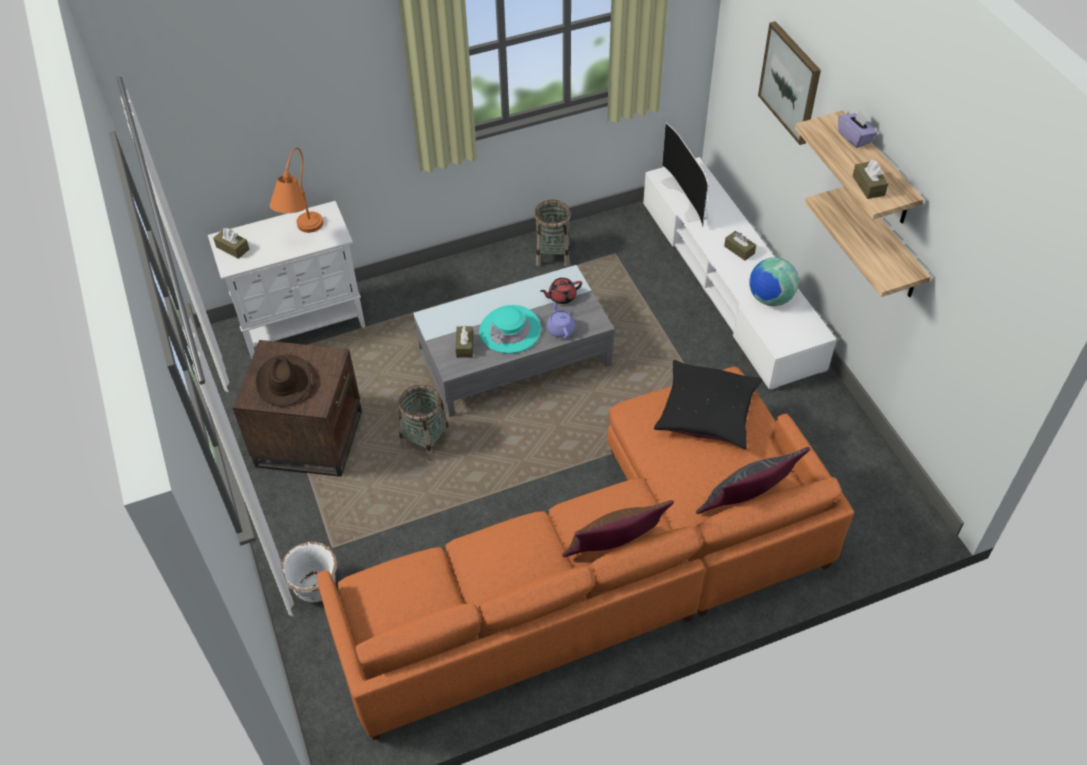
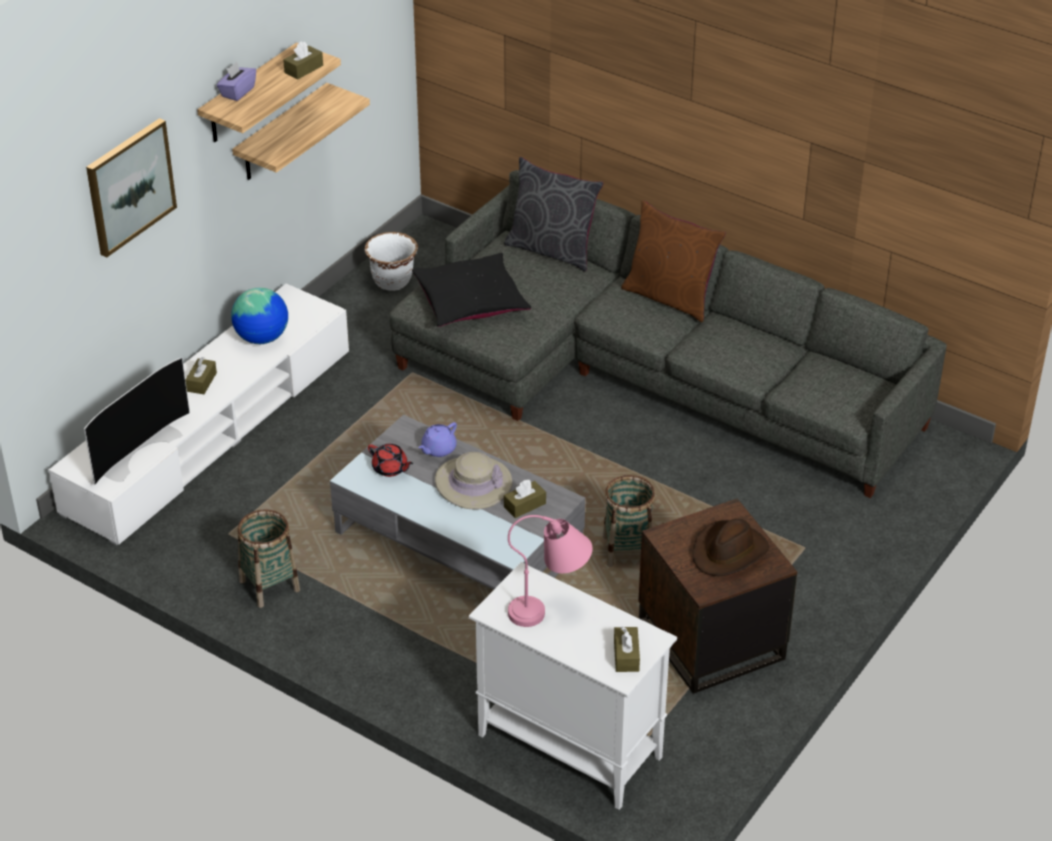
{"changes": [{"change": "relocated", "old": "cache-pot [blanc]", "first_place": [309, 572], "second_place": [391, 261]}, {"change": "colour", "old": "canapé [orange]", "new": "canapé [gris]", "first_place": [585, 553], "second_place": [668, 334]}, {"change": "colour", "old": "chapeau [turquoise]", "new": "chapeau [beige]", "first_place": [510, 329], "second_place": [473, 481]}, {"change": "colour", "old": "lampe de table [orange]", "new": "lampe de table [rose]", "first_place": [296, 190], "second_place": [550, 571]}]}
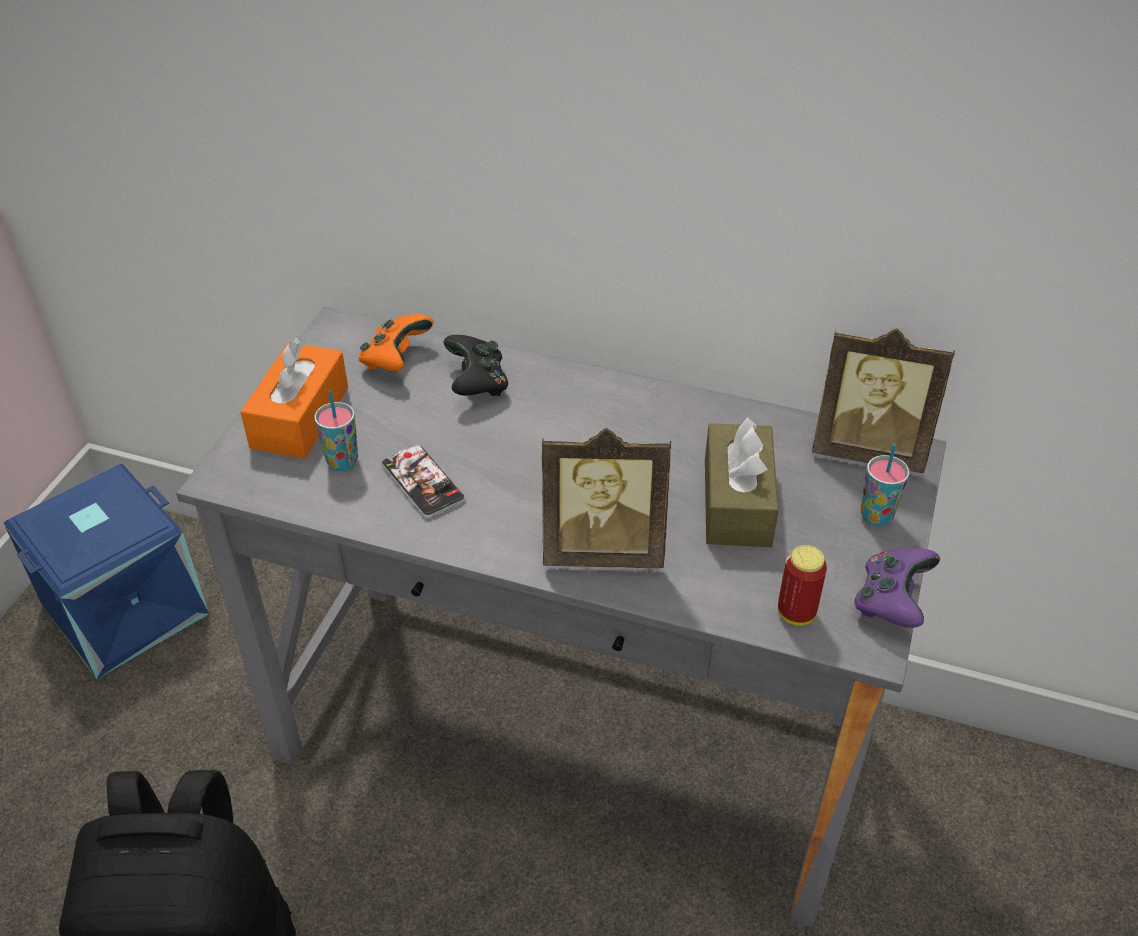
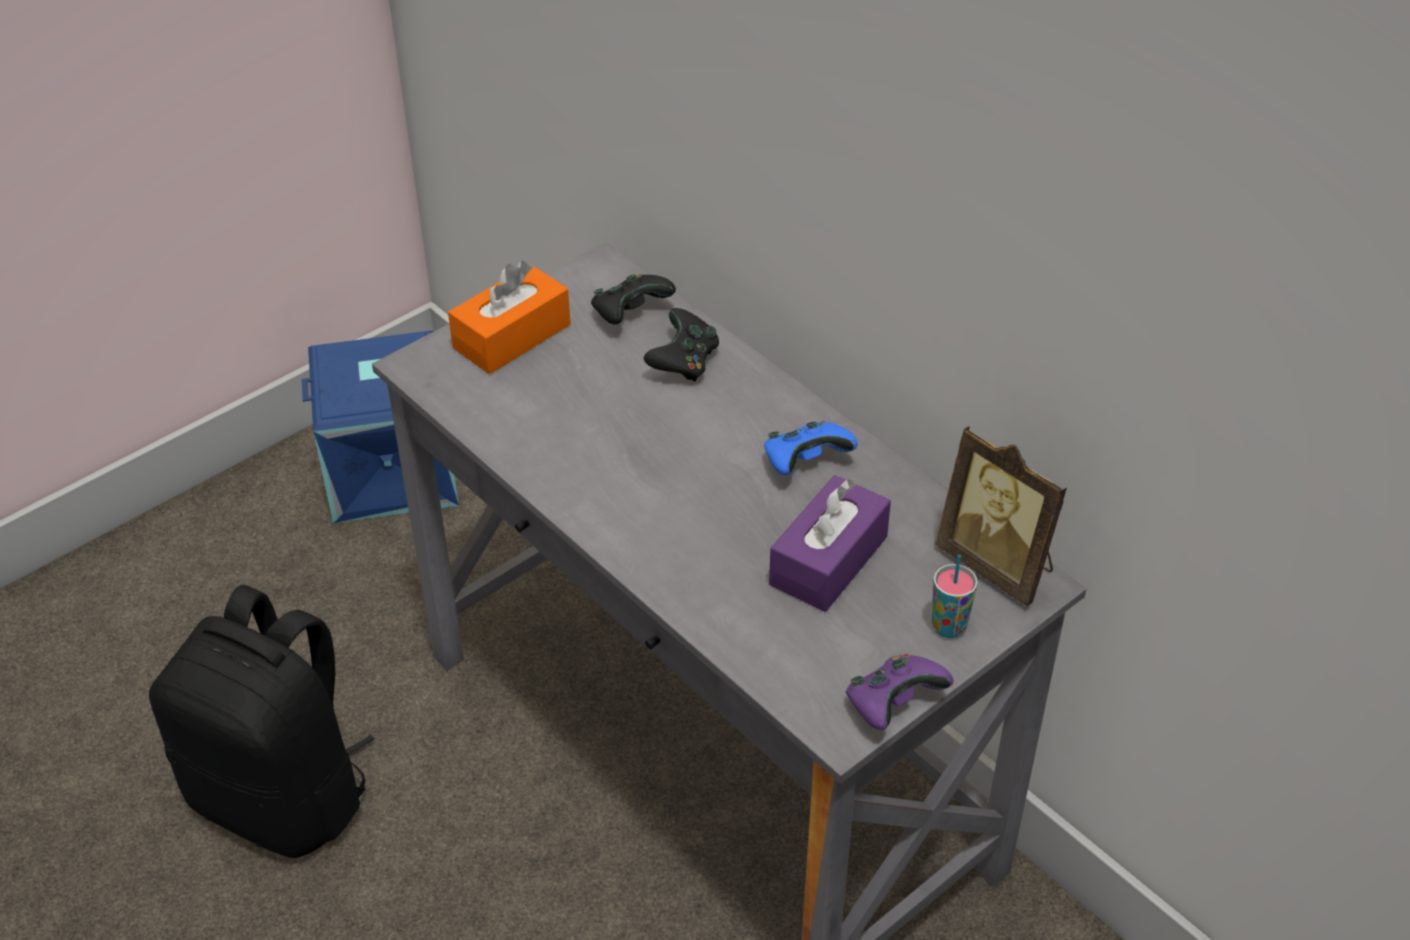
{"changes": [{"change": "colour", "old": "manette [orange]", "new": "manette [noir]", "first_place": [396, 342], "second_place": [633, 299]}, {"change": "appeared", "new": "manette [bleu]", "second_place": [811, 448]}, {"change": "colour", "old": "boîte à mouchoirs [marron]", "new": "boîte à mouchoirs [violet]", "first_place": [742, 482], "second_place": [830, 543]}, {"change": "missing", "old": "tasse", "first_place": [336, 430]}, {"change": "missing", "old": "téléphone", "first_place": [423, 481]}, {"change": "missing", "old": "cadre photo", "first_place": [606, 498]}, {"change": "missing", "old": "boîte métallique", "first_place": [802, 585]}]}
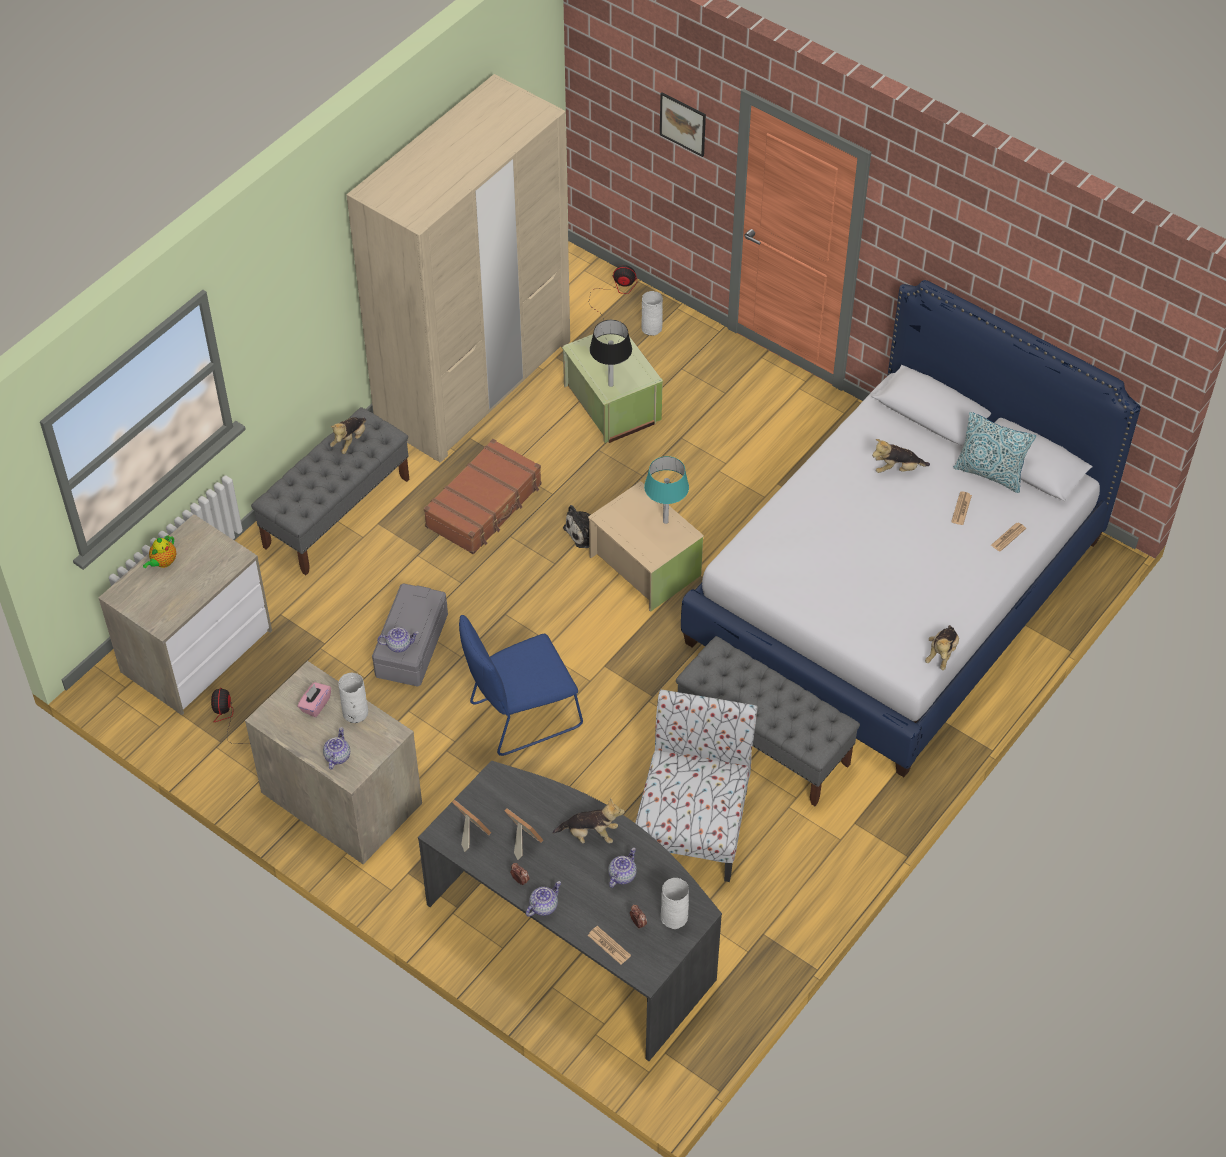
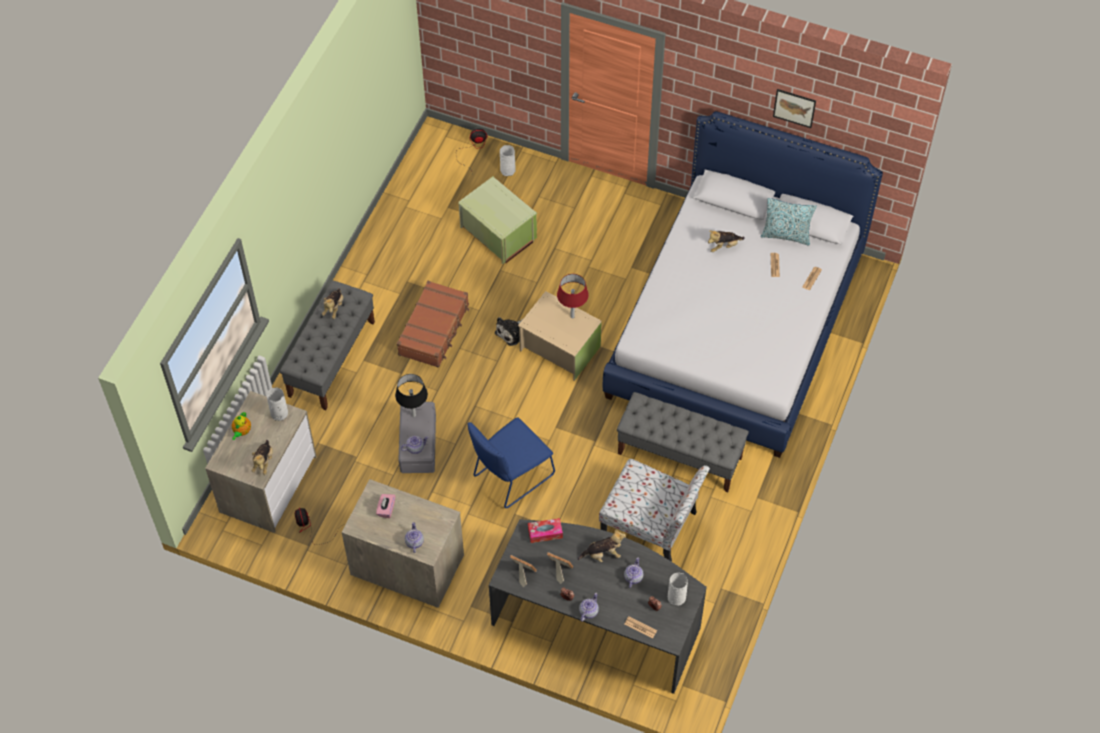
{"changes": [{"change": "relocated", "old": "peluche", "first_place": [942, 647], "second_place": [262, 457]}, {"change": "relocated", "old": "vase [blanc]", "first_place": [353, 698], "second_place": [277, 404]}, {"change": "relocated", "old": "lampe de table [noir]", "first_place": [611, 353], "second_place": [411, 395]}, {"change": "appeared", "new": "boîte à mouchoirs", "second_place": [545, 530]}, {"change": "colour", "old": "lampe de table [turquoise]", "new": "lampe de table [rouge]", "first_place": [666, 490], "second_place": [573, 296]}, {"change": "spun", "old": "chaise", "first_place": [696, 785], "second_place": [654, 510], "degrees": 120}, {"change": "relocated", "old": "tableau", "first_place": [683, 124], "second_place": [794, 108]}, {"change": "missing", "old": "armoire [beige]", "first_place": [458, 268]}]}
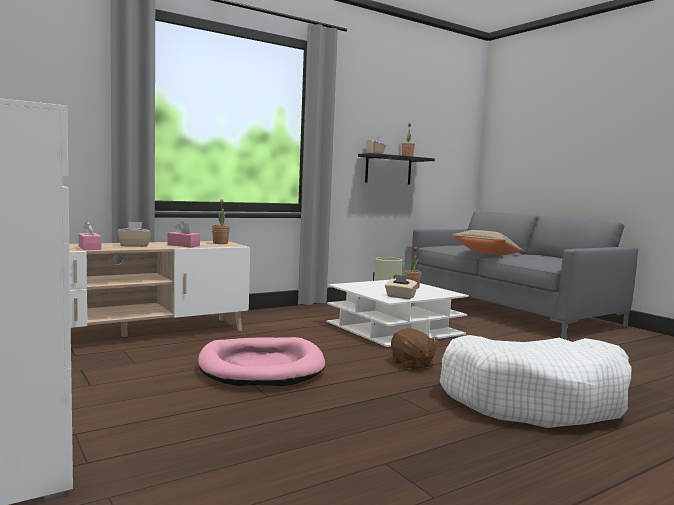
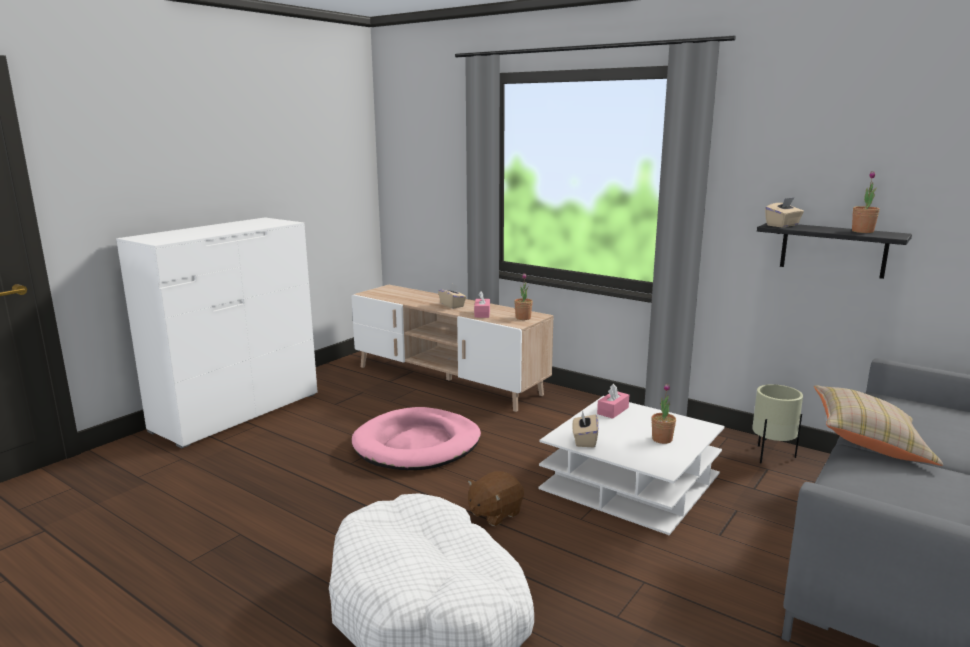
{"changes": [{"change": "relocated", "old": "boîte à mouchoirs [rose]", "first_place": [90, 235], "second_place": [613, 401]}]}
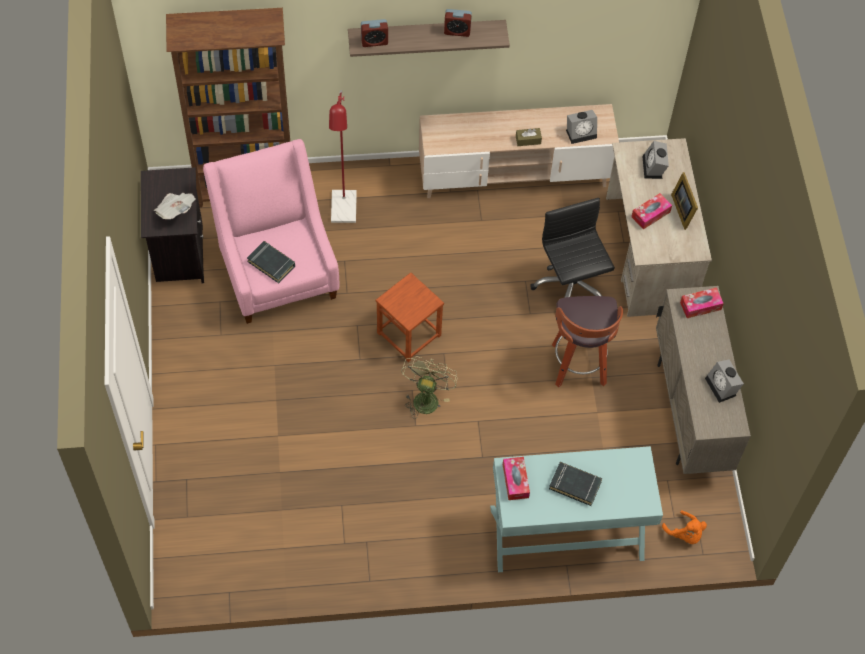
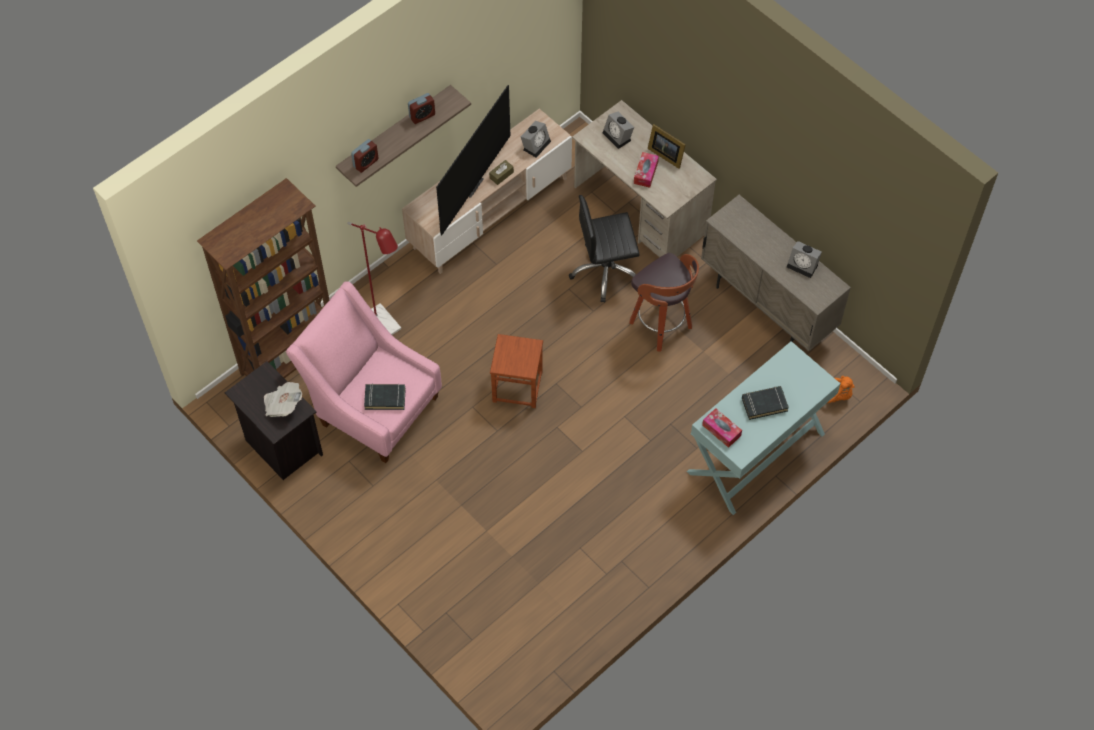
{"changes": [{"change": "appeared", "new": "téléviseur", "second_place": [473, 160]}, {"change": "spun", "old": "chaise de bureau [noir]", "first_place": [572, 248], "second_place": [604, 248], "degrees": -45}, {"change": "missing", "old": "ventilateur [vert]", "first_place": [429, 387]}, {"change": "missing", "old": "boîte à mouchoirs", "first_place": [702, 302]}]}
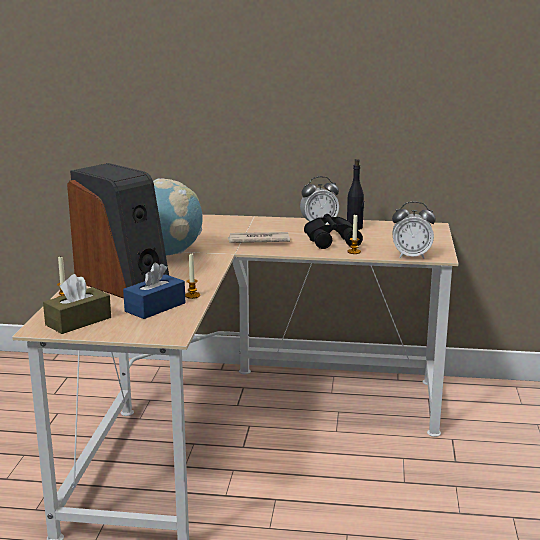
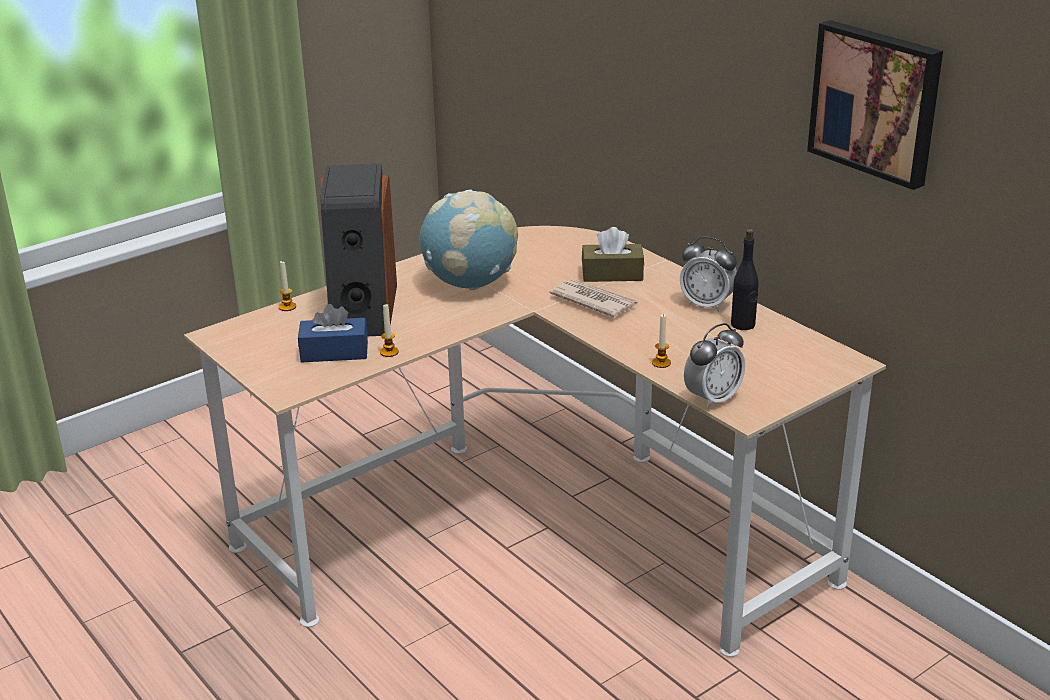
{"changes": [{"change": "relocated", "old": "boîte à mouchoirs [marron]", "first_place": [77, 304], "second_place": [613, 254]}, {"change": "spun", "old": "réveil", "first_place": [414, 230], "second_place": [714, 366], "degrees": -90}, {"change": "appeared", "new": "tableau", "second_place": [875, 105]}, {"change": "missing", "old": "jumelles [noir]", "first_place": [333, 231]}]}
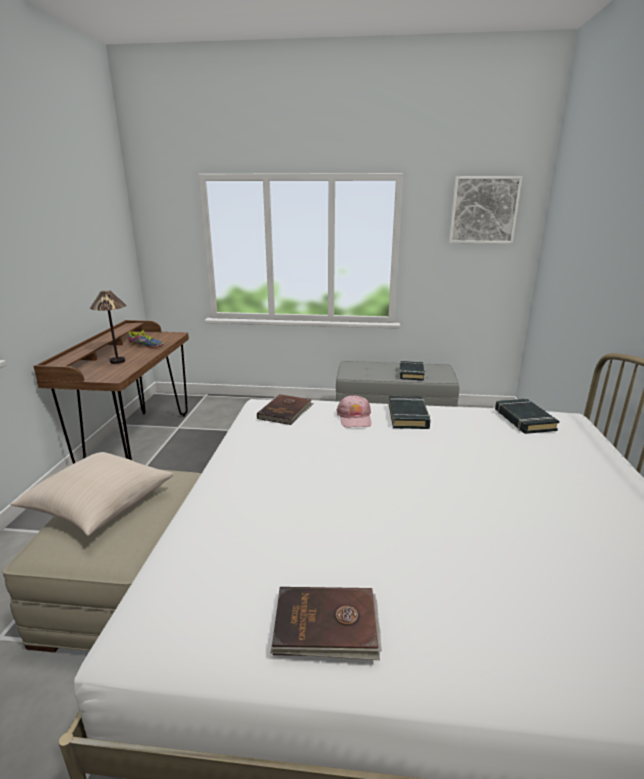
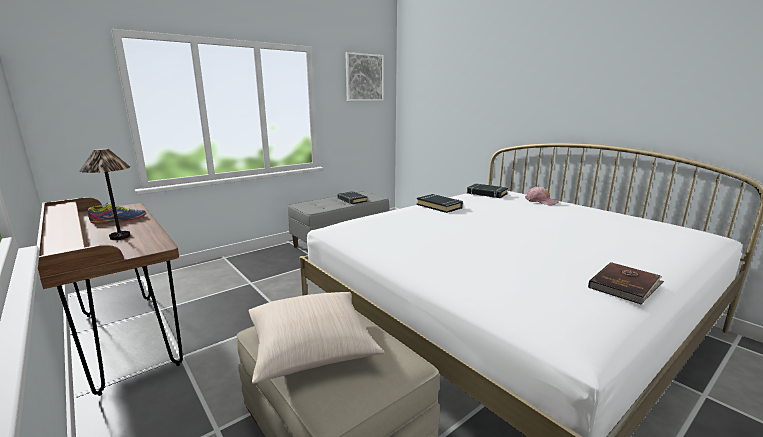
{"changes": [{"change": "relocated", "old": "casquette [rose]", "first_place": [354, 411], "second_place": [542, 195]}, {"change": "missing", "old": "livre [marron]", "first_place": [285, 409]}]}
